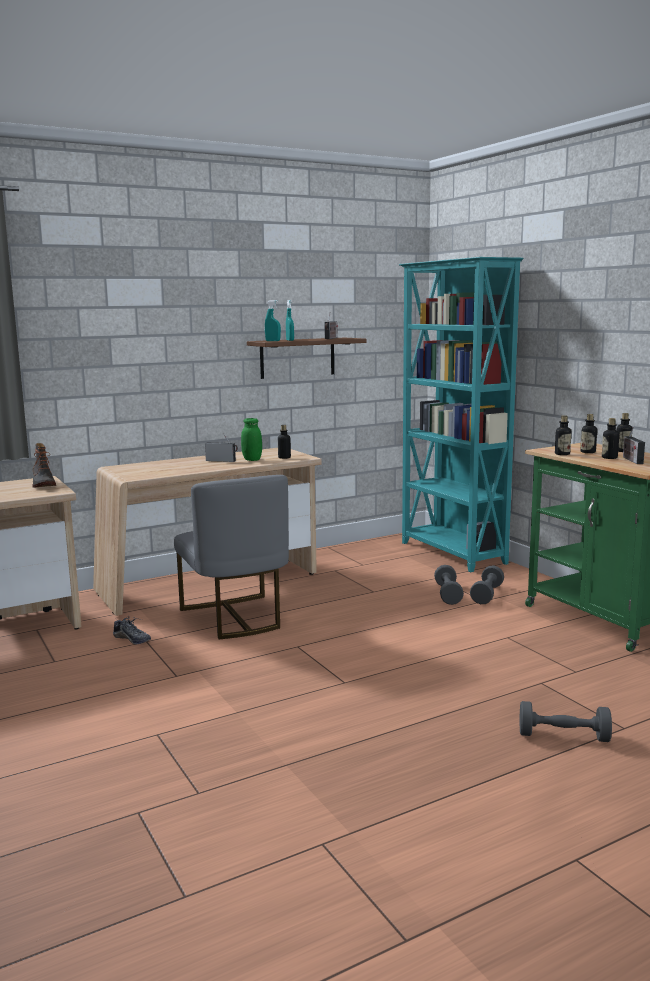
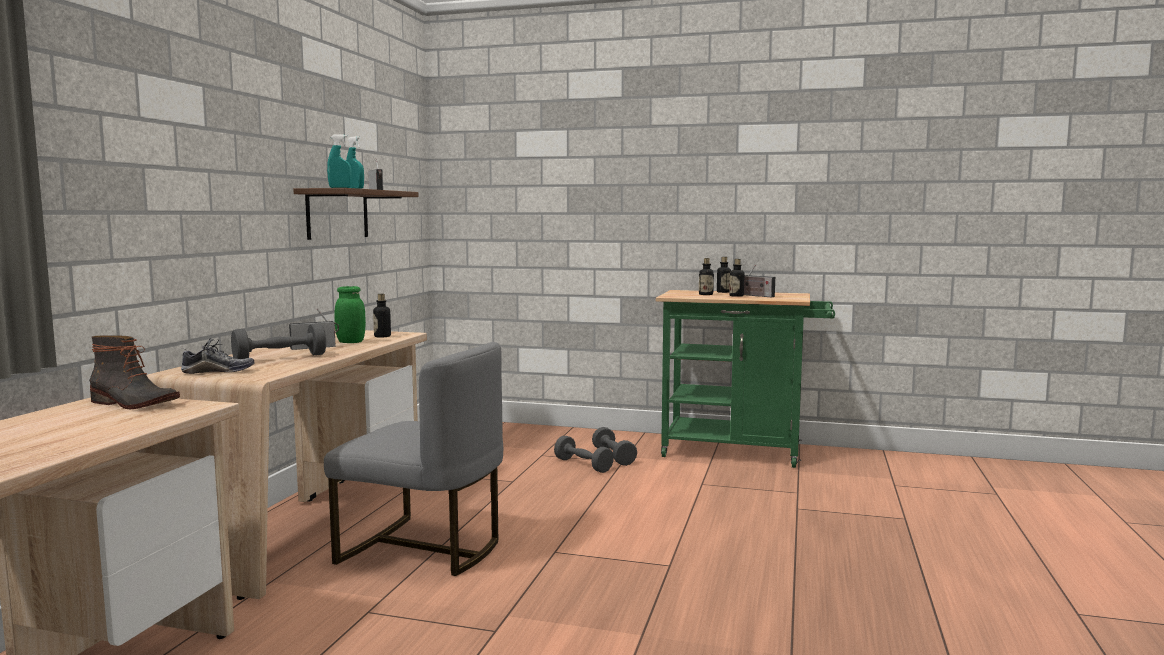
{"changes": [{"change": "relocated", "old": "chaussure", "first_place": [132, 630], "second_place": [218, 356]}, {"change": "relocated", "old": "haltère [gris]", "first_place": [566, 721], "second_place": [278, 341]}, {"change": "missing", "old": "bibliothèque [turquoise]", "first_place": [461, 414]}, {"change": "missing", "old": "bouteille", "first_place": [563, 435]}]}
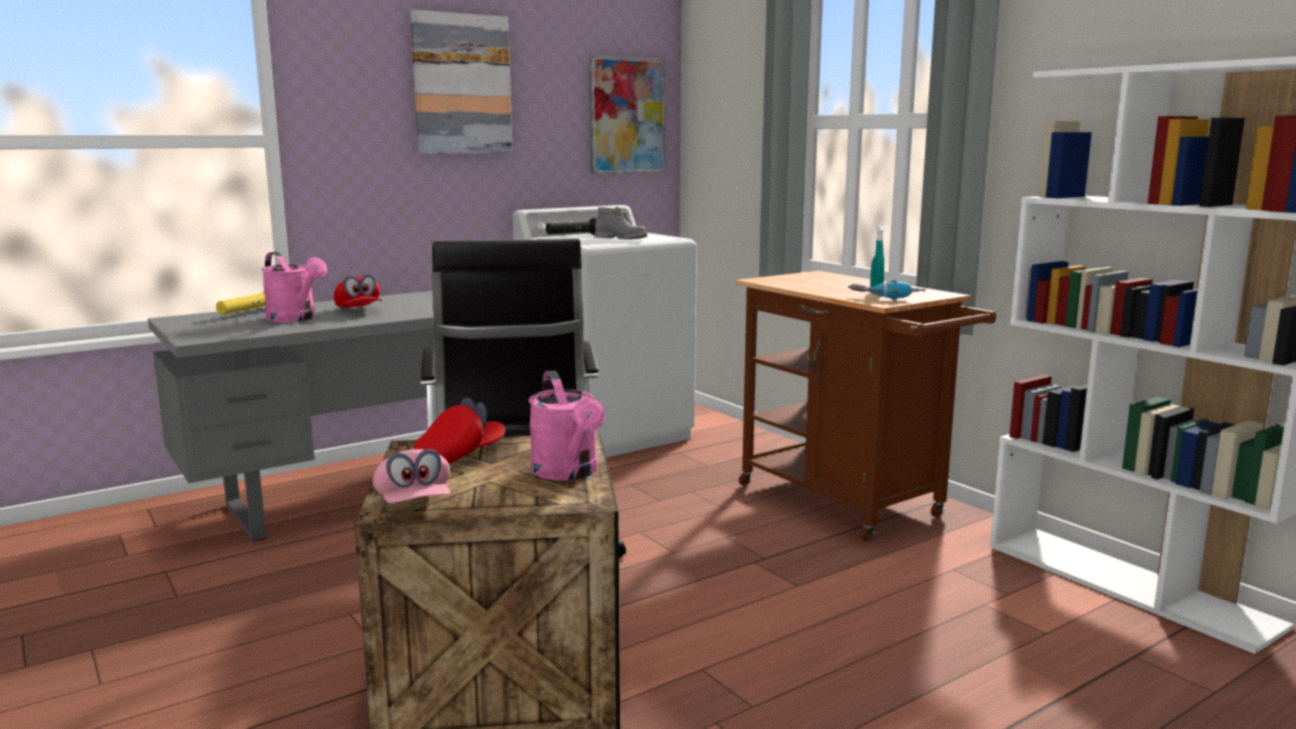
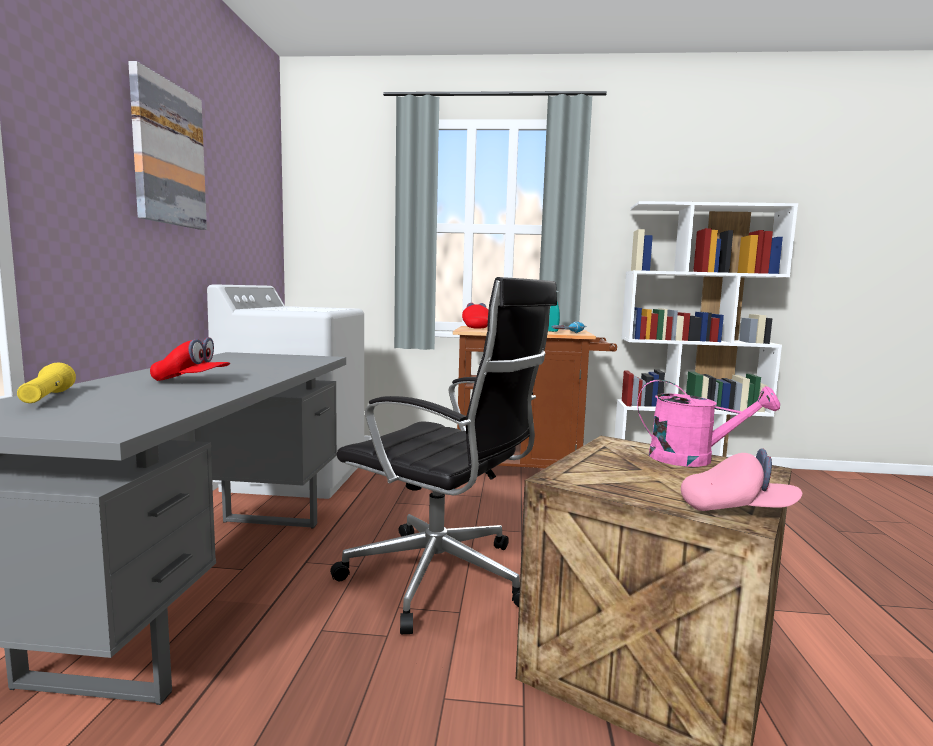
{"changes": [{"change": "relocated", "old": "casquette [rouge]", "first_place": [459, 431], "second_place": [475, 316]}, {"change": "missing", "old": "arrosoir [rose]", "first_place": [294, 287]}, {"change": "missing", "old": "lampe de poche [noir]", "first_place": [571, 226]}, {"change": "missing", "old": "tableau", "first_place": [627, 114]}, {"change": "missing", "old": "botte [gris]", "first_place": [621, 223]}]}
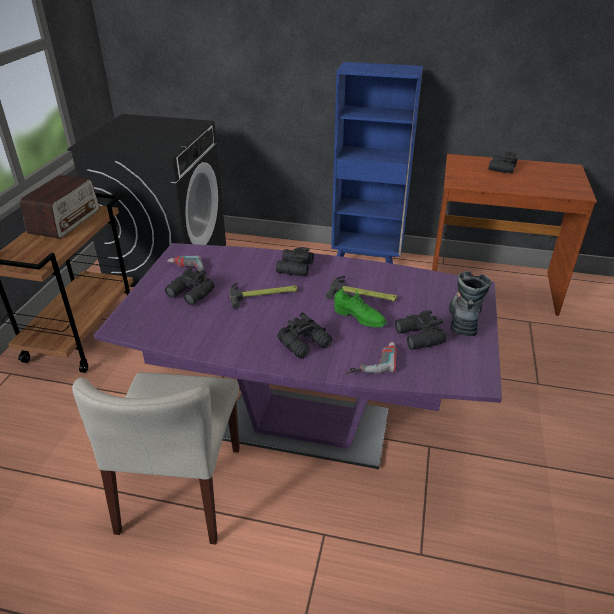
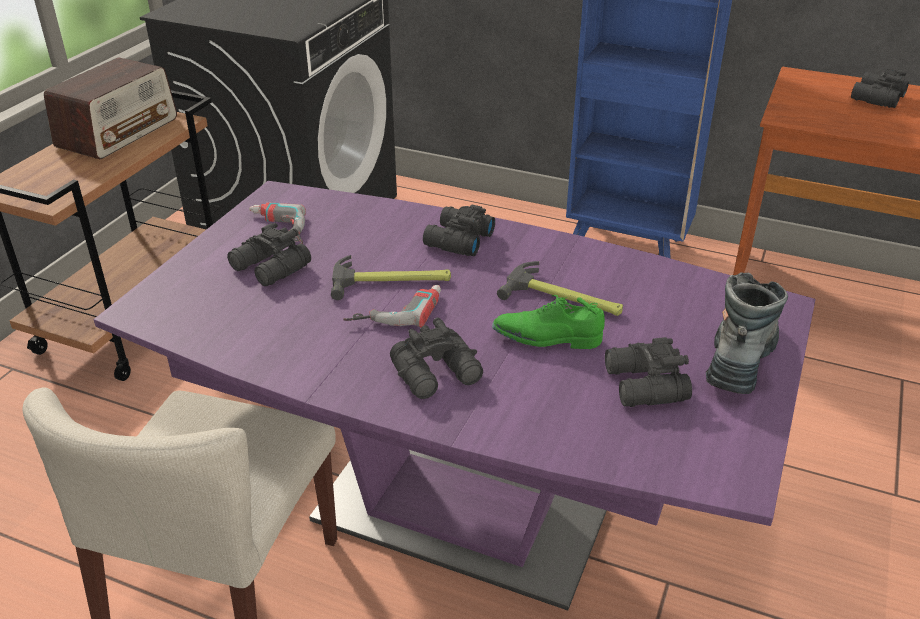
{"changes": [{"change": "relocated", "old": "perceuse", "first_place": [371, 358], "second_place": [392, 306]}, {"change": "spun", "old": "chaussure [vert]", "first_place": [360, 308], "second_place": [548, 322], "degrees": 135}]}
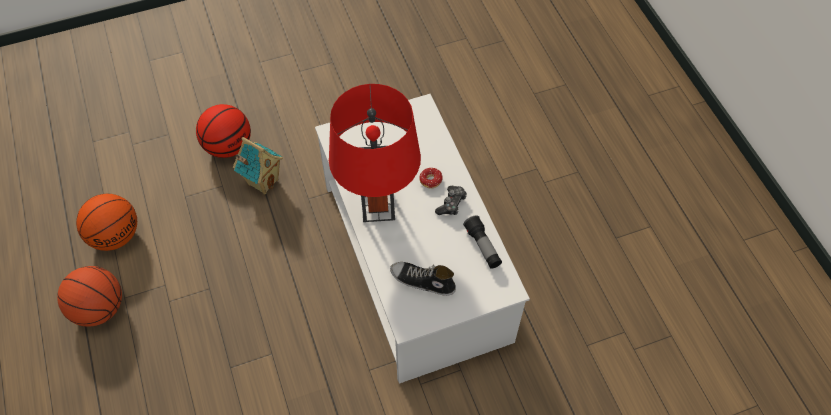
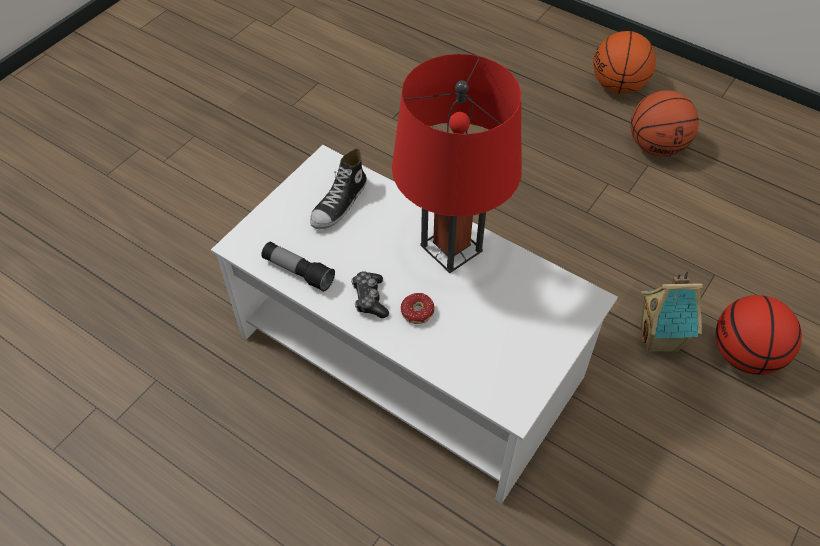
{"changes": [{"change": "spun", "old": "chaussure", "first_place": [423, 279], "second_place": [338, 189], "degrees": 135}, {"change": "relocated", "old": "ballon de basket", "first_place": [106, 222], "second_place": [624, 62]}]}
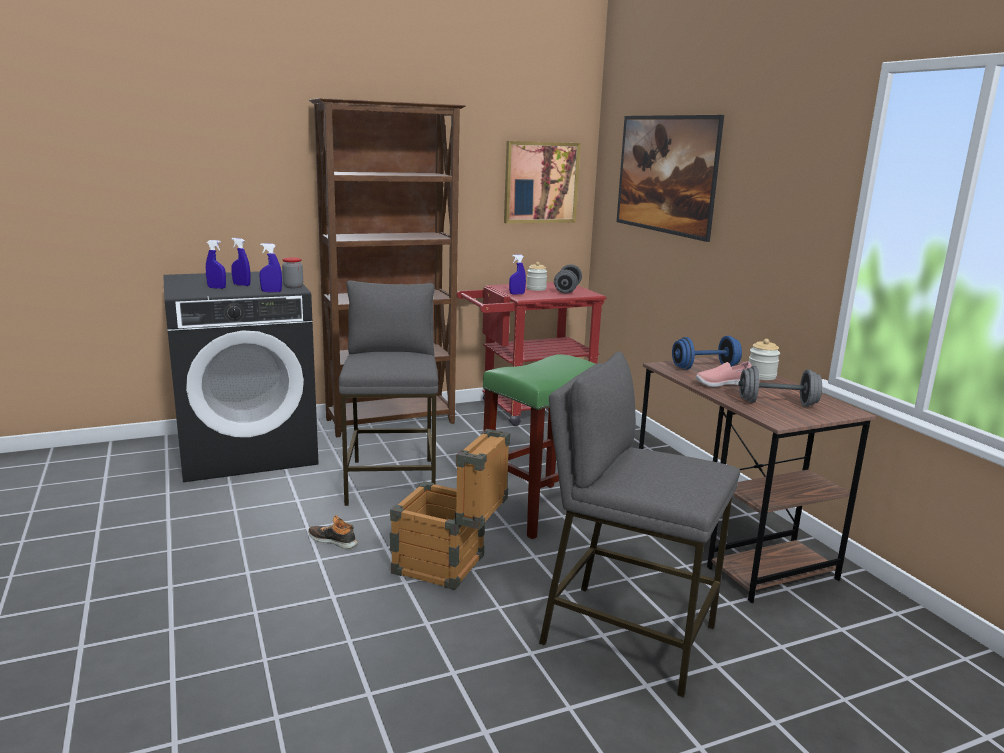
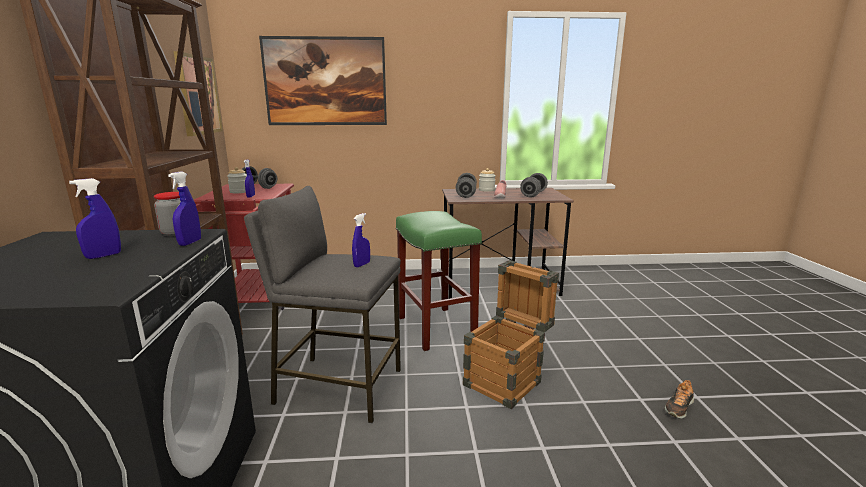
{"changes": [{"change": "relocated", "old": "vaporisateur [bleu]", "first_place": [216, 264], "second_place": [361, 240]}, {"change": "colour", "old": "haltère [bleu]", "new": "haltère [gris]", "first_place": [707, 353], "second_place": [466, 185]}, {"change": "relocated", "old": "chaussure", "first_place": [333, 532], "second_place": [679, 399]}, {"change": "missing", "old": "tabouret [gris]", "first_place": [639, 524]}]}
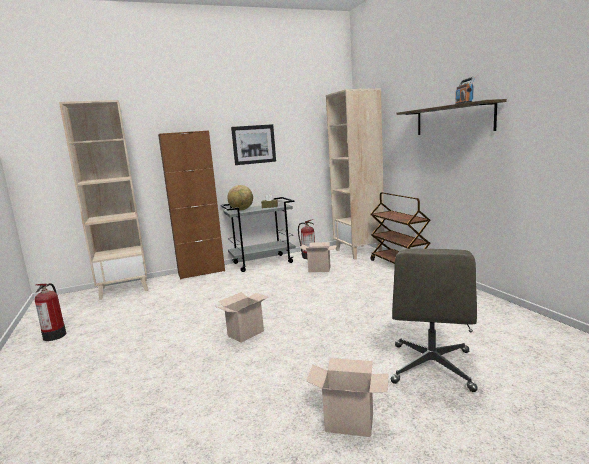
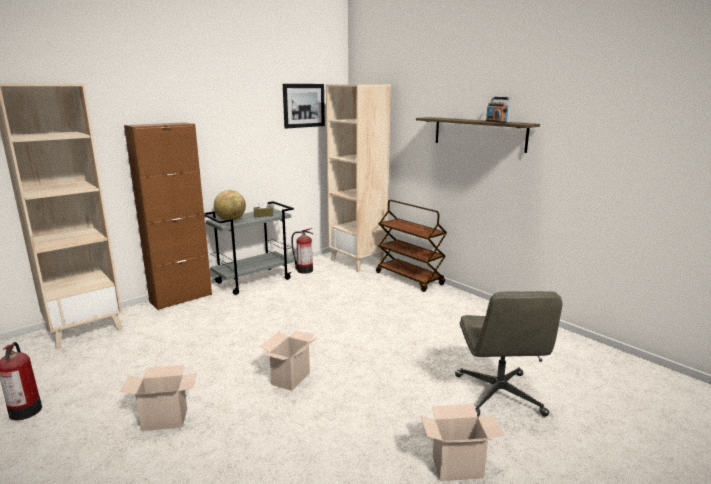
{"changes": [{"change": "relocated", "old": "carton", "first_place": [318, 257], "second_place": [158, 398]}, {"change": "relocated", "old": "tableau", "first_place": [253, 144], "second_place": [304, 106]}]}
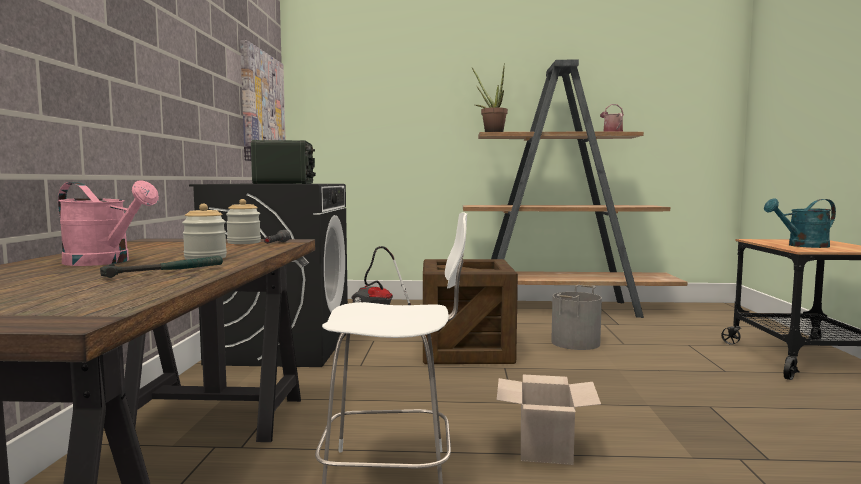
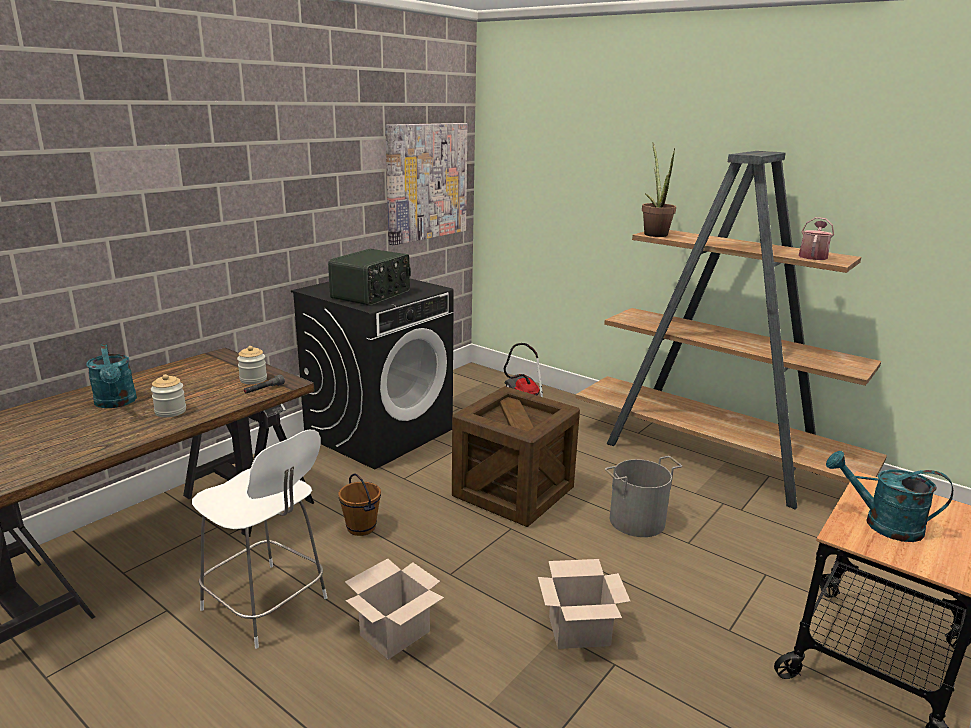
{"changes": [{"change": "colour", "old": "arrosoir [rose]", "new": "arrosoir [turquoise]", "first_place": [108, 223], "second_place": [111, 375]}, {"change": "appeared", "new": "seau [marron]", "second_place": [359, 504]}, {"change": "appeared", "new": "carton", "second_place": [584, 604]}, {"change": "missing", "old": "marteau", "first_place": [161, 267]}]}
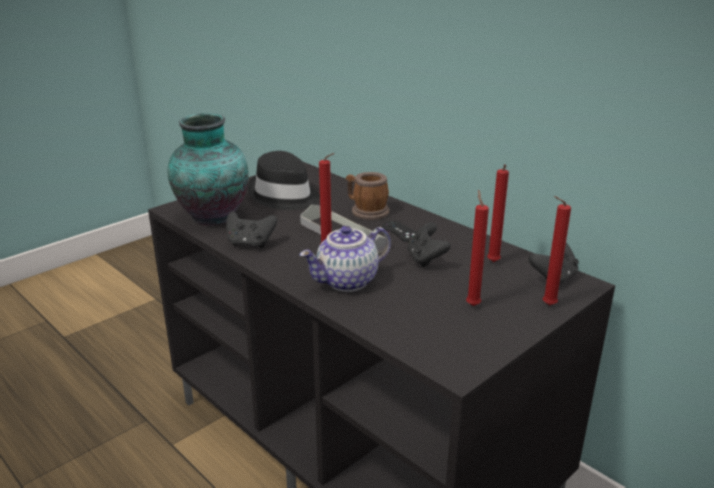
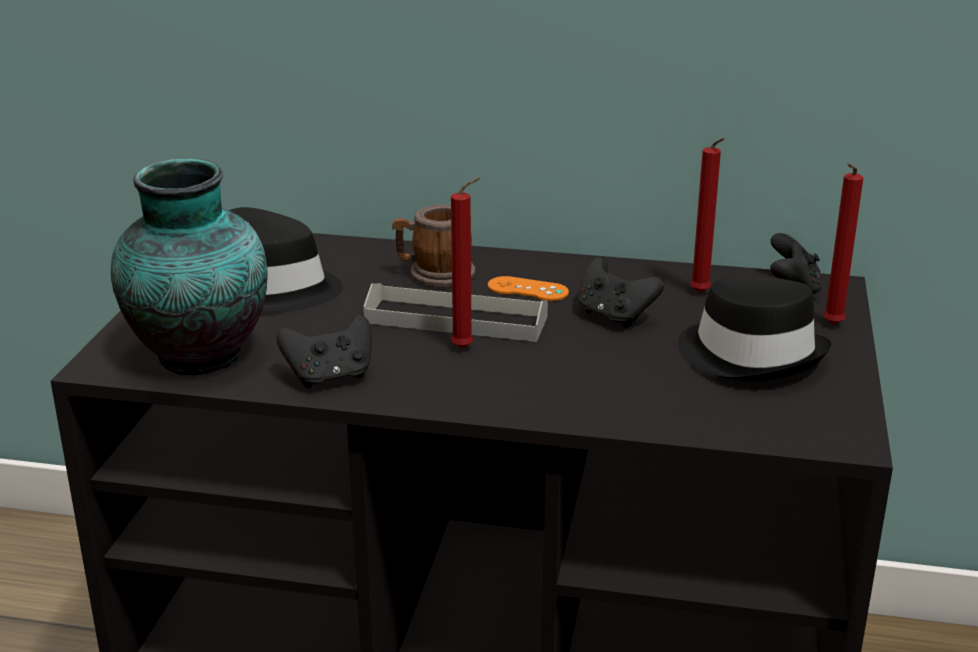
{"changes": [{"change": "colour", "old": "manette [noir]", "new": "manette [orange]", "first_place": [399, 231], "second_place": [528, 288]}, {"change": "exchanged", "old": "bougie [rouge]", "new": "chapeau [noir]", "first_place": [477, 248], "second_place": [754, 328]}, {"change": "missing", "old": "théière", "first_place": [345, 259]}]}
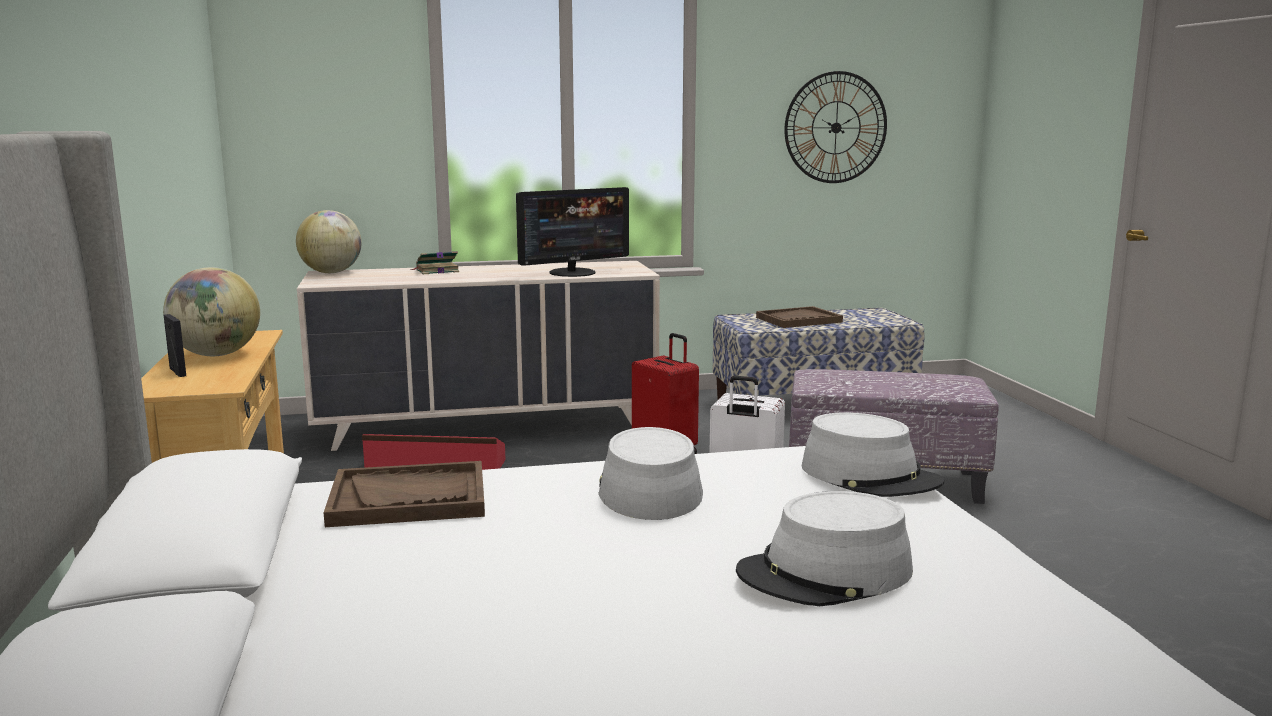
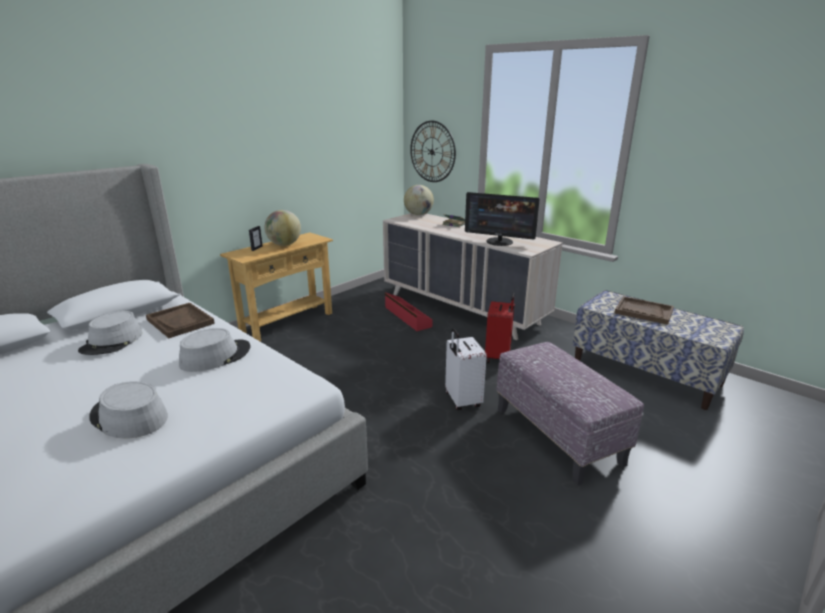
{"changes": [{"change": "relocated", "old": "chapeau [gris]", "first_place": [872, 455], "second_place": [110, 333]}, {"change": "relocated", "old": "horloge murale", "first_place": [835, 127], "second_place": [433, 151]}]}
